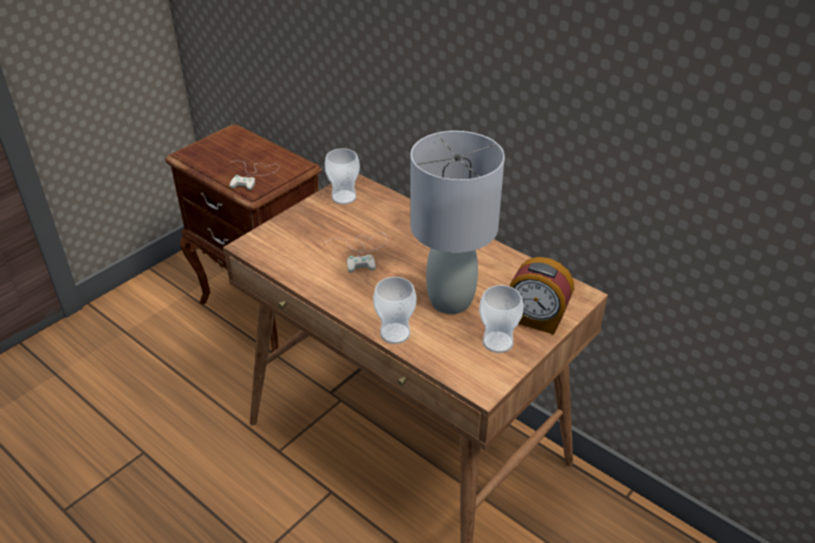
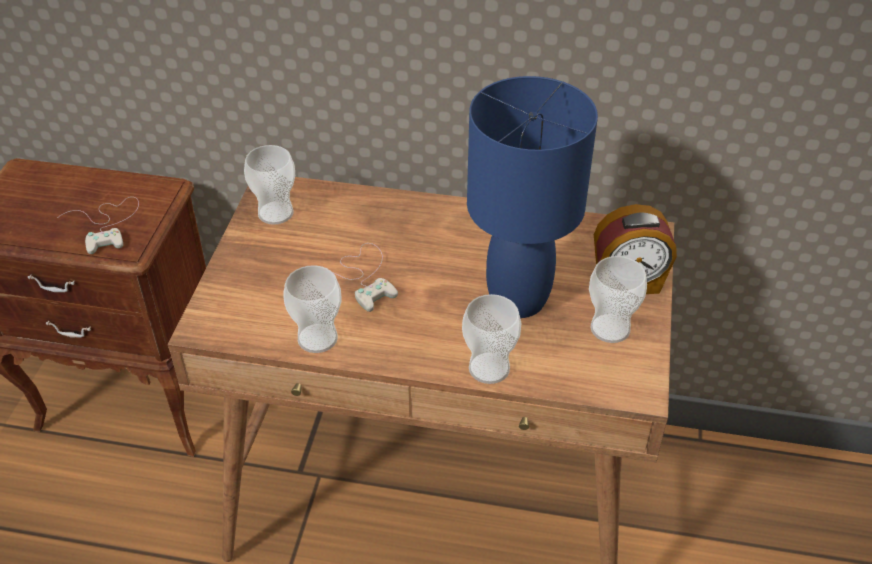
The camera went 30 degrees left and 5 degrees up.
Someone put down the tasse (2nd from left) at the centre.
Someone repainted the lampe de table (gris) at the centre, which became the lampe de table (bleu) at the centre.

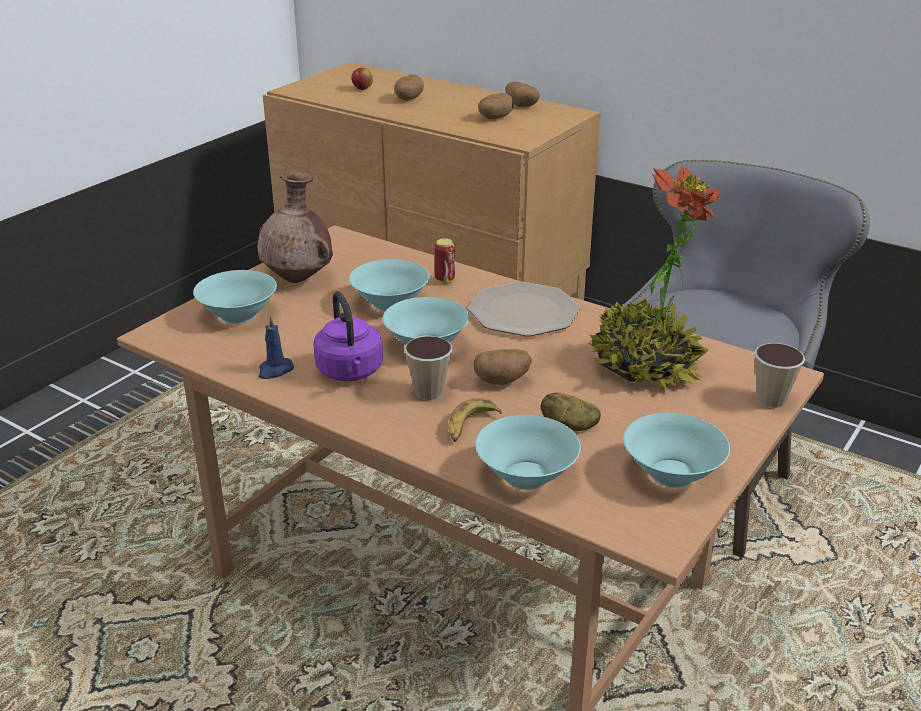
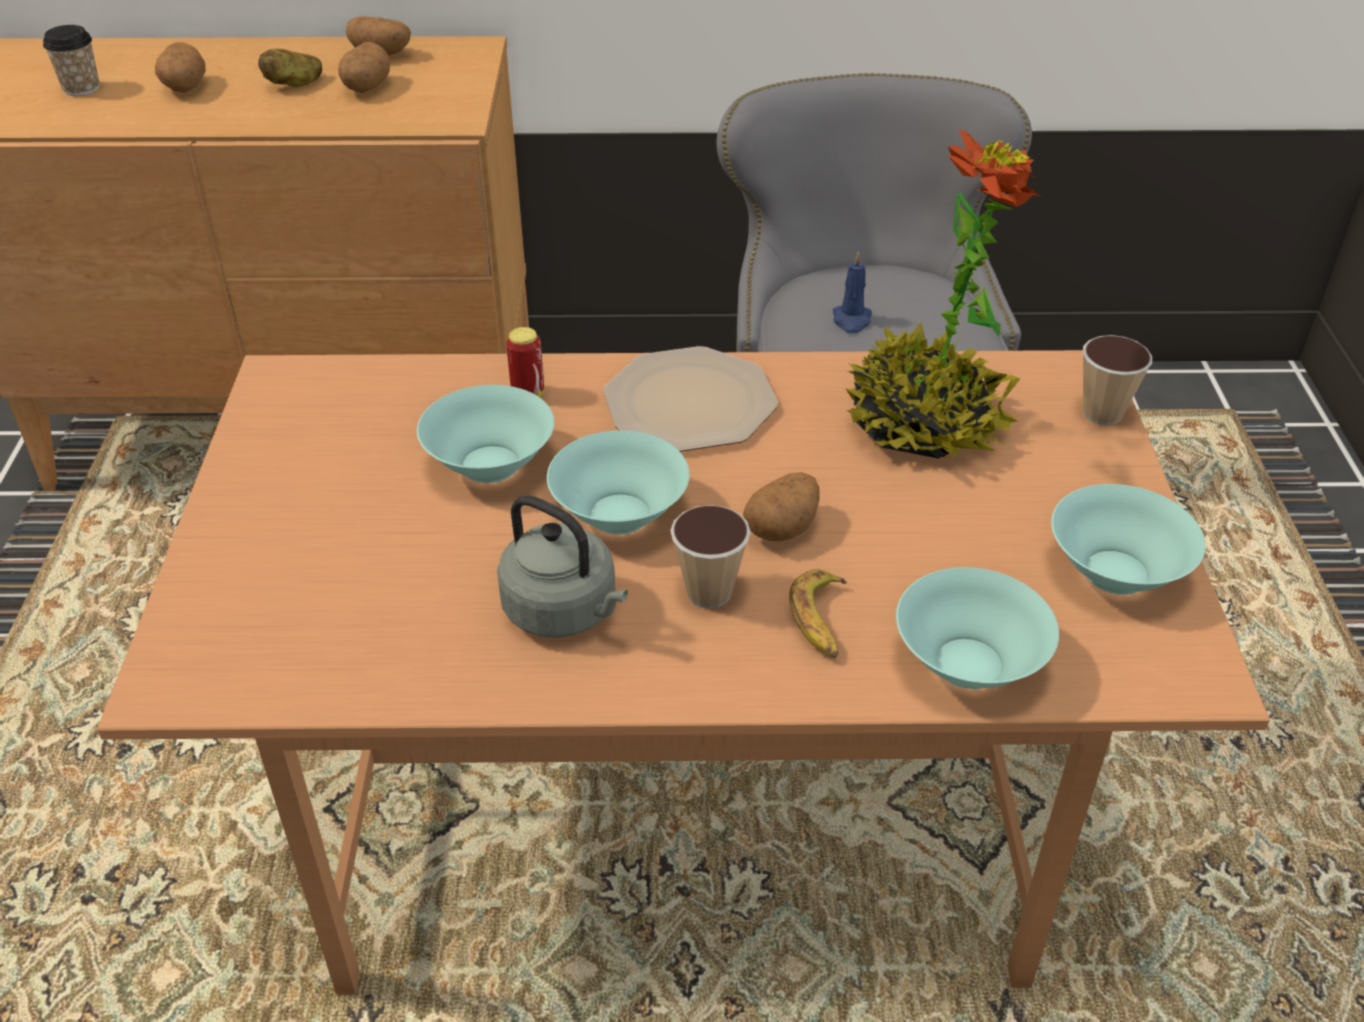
The camera went 35 degrees left and 10 degrees up.
Someone swapped the pomme at the top centre for the tasse (1st from left) at the top left.
Someone carried the pomme de terre (5th from left in the first image) from the centre to the top left.
Someone repainted the bouilloire (violet) at the centre, which became the bouilloire (gris) at the centre.
Someone carried the bougie (bleu) from the middle left to the top centre.
Someone took away the bol (turquoise) (1st from left) at the middle left.
Someone took away the vase (marron) at the top left.

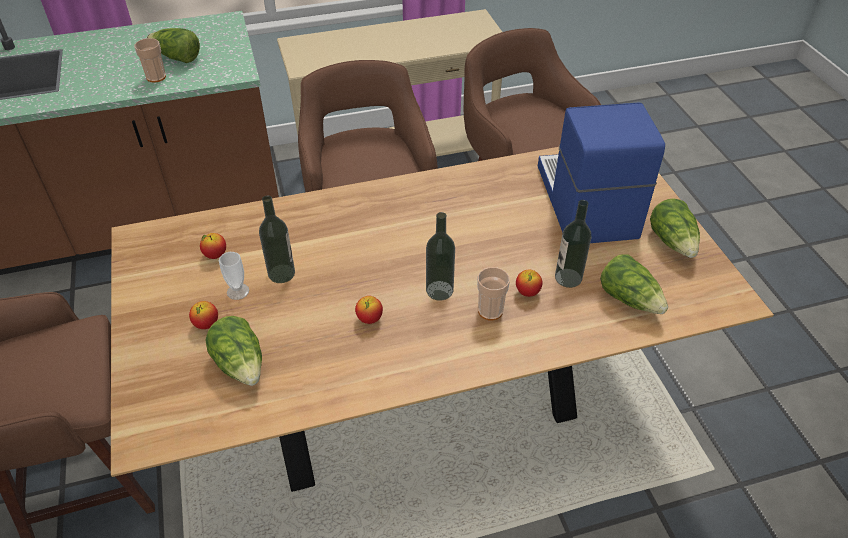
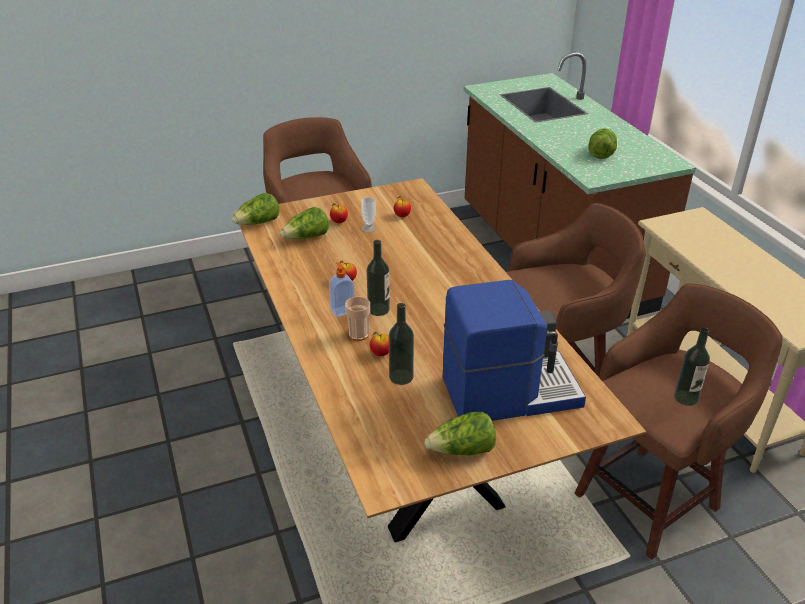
The camera went 85 degrees right and 10 degrees down.
Someone carried the laitue (3rd from left in the first image) from the middle right to the middle left.
Someone put down the distributeur de savon at the centre.
Someone carried the bouteille (1st from left in the first image) from the middle left to the middle right.
Someone took away the tasse (1st from left) at the top left.

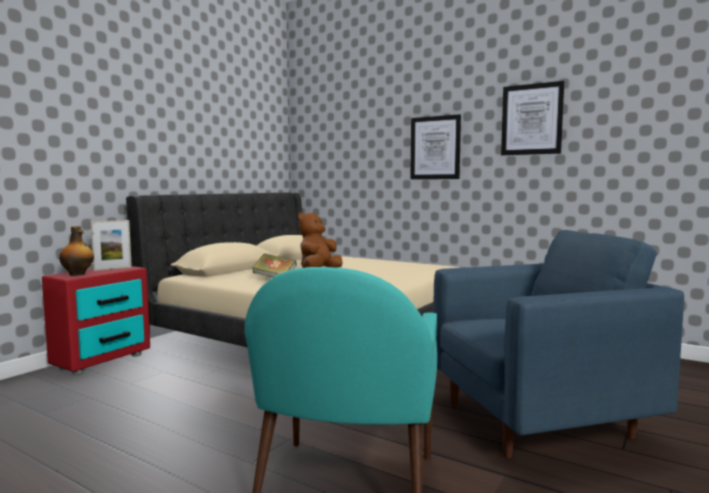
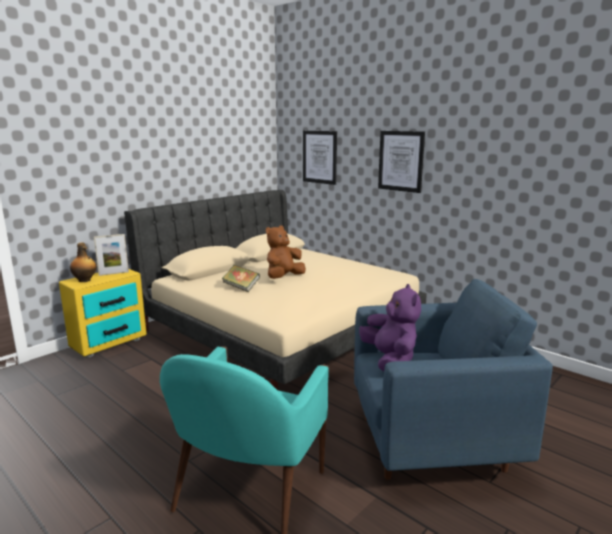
The camera went 10 degrees right and 10 degrees up.
Someone repainted the table de chevet (rouge) at the middle left, which became the table de chevet (jaune) at the middle left.
Someone carried the tableau (2nd from left in the first image) from the top right to the top centre.
Someone put down the peluche (violet) at the centre.

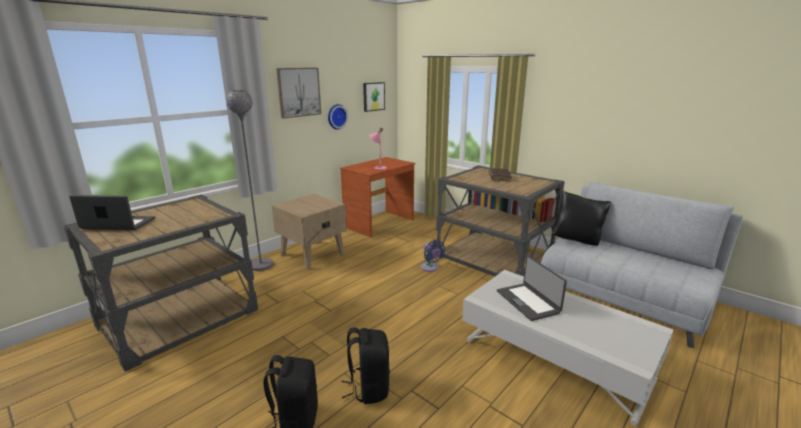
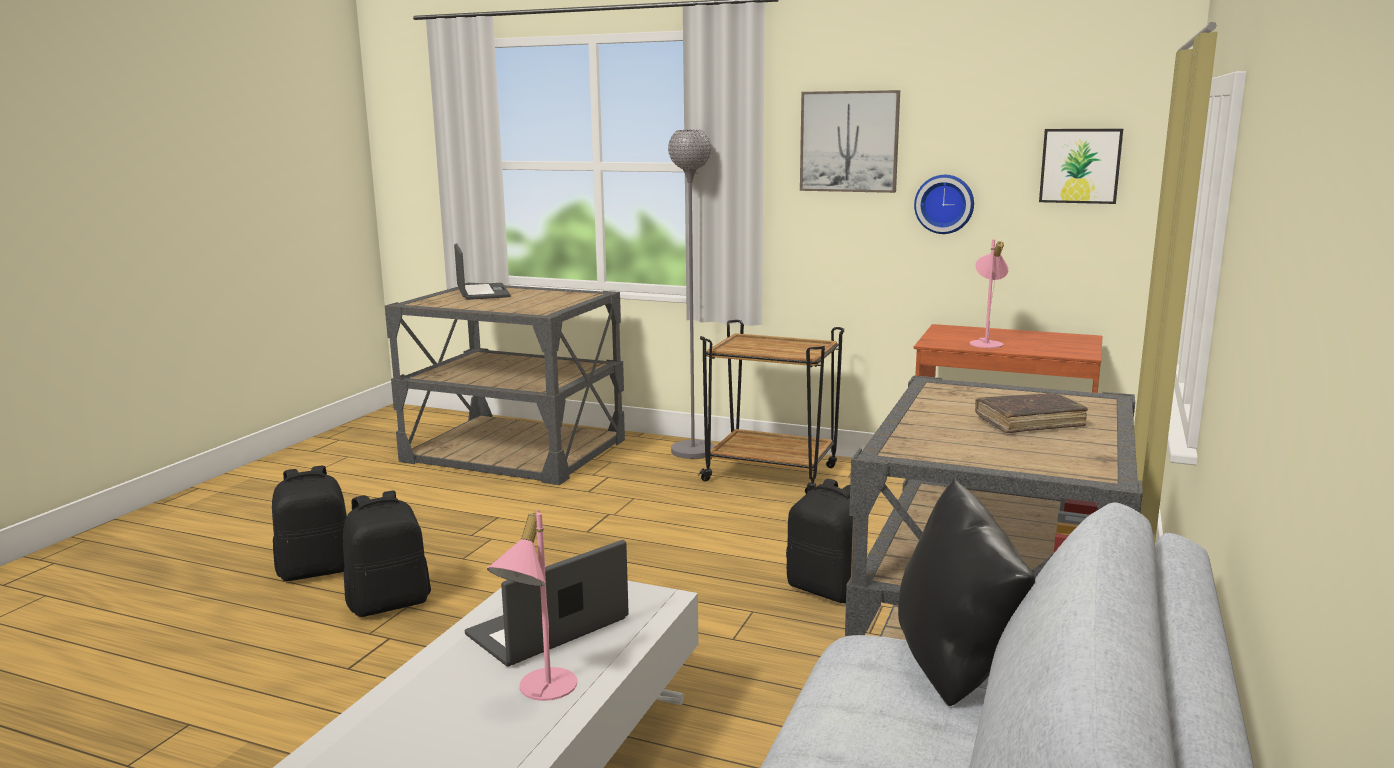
The camera went 70 degrees right and 5 degrees down.
Someone put down the lampe de table (rose) (1st from left) at the bottom centre.
Someone swapped the table de chevet (beige) at the centre for the chariot (marron) at the centre.
Someone swapped the ventilateur (bleu) at the centre for the sac à dos (noir) (3rd from left) at the bottom centre.

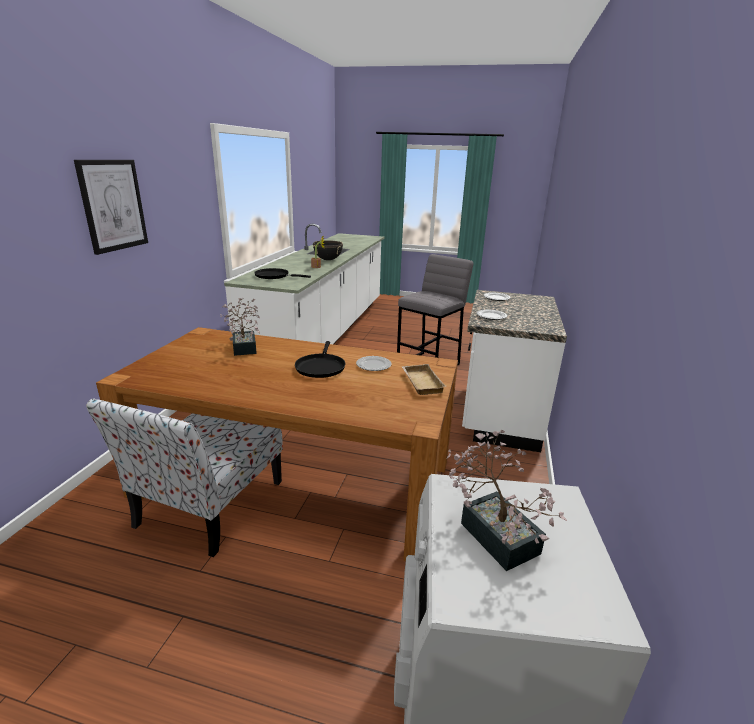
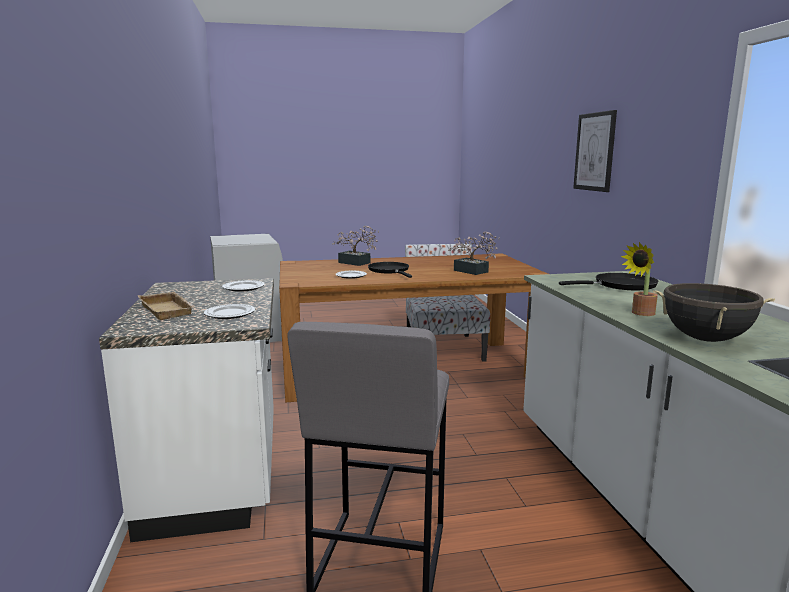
The camera went 155 degrees right and 10 degrees down.
Someone carried the plateau (beige) from the centre to the middle left.
Someone carried the plante en pot (3rd from left in the first image) from the bottom right to the centre.

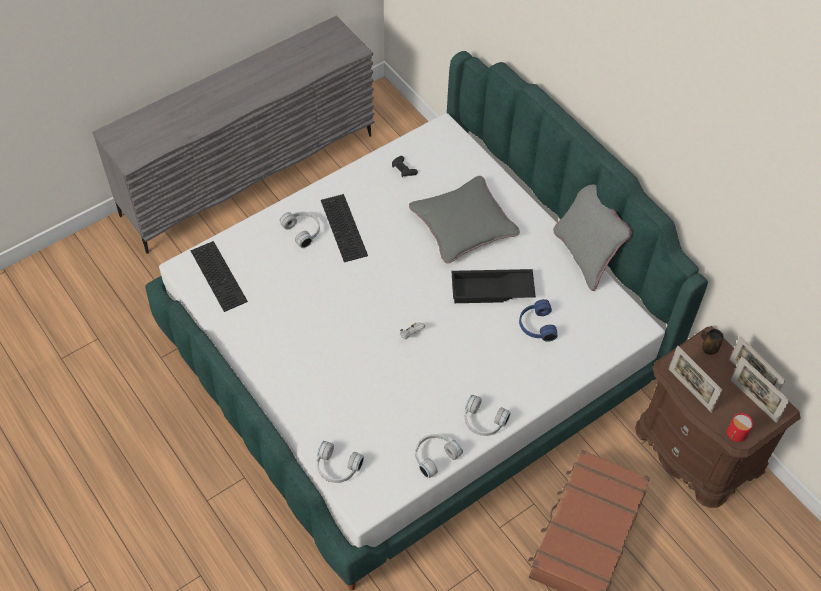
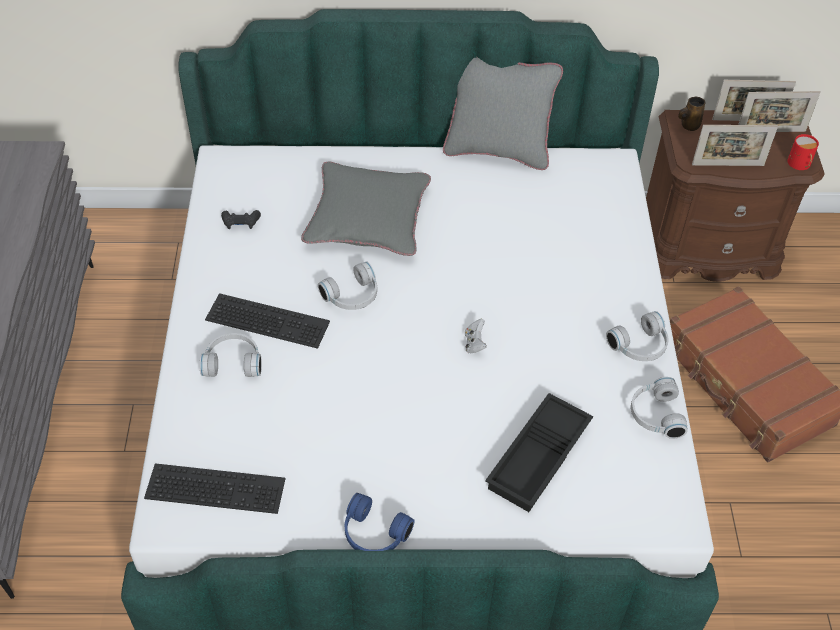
The camera went 55 degrees left and 5 degrees down.
Someone carried the casque audio (blanc) (2nd from left) from the bottom centre to the centre.
Someone carried the casque audio (bleu) from the centre to the bottom centre.
Someone carried the plateau (noir) from the centre to the bottom centre.

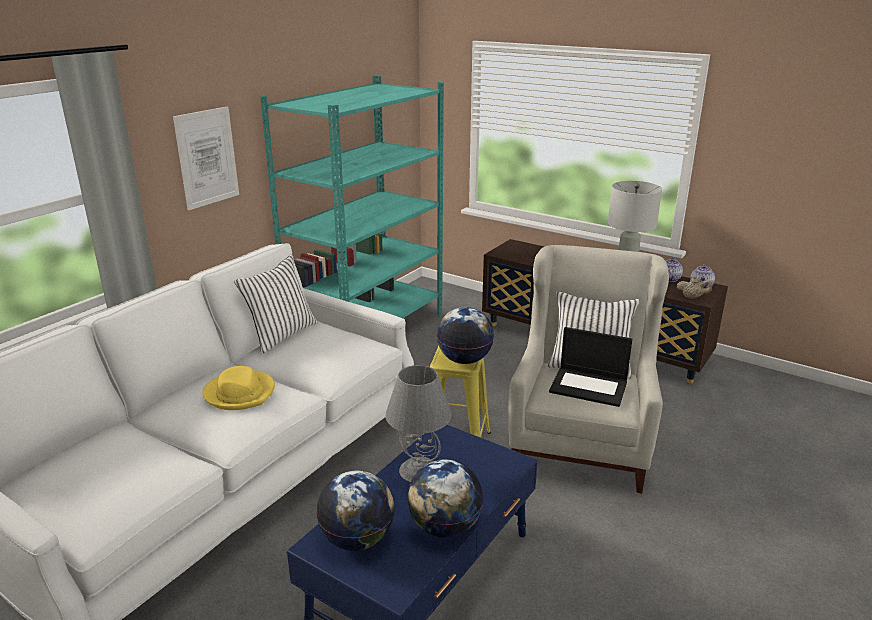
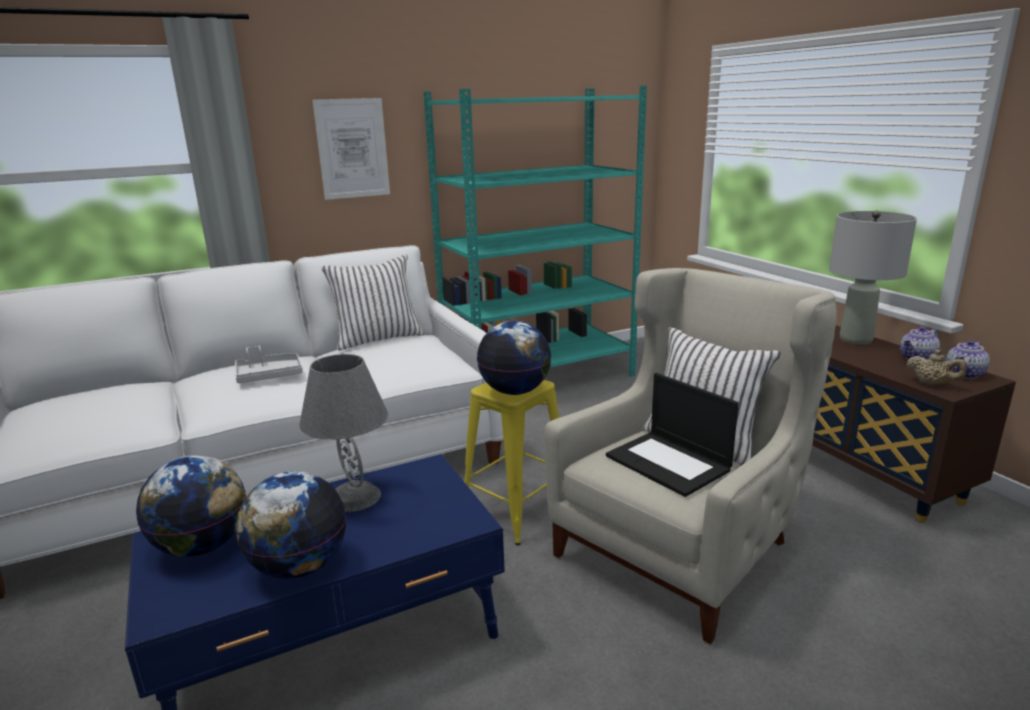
The camera went 30 degrees right and 5 degrees down.
Someone swapped the chapeau (jaune) at the middle left for the plateau (gris) at the middle left.

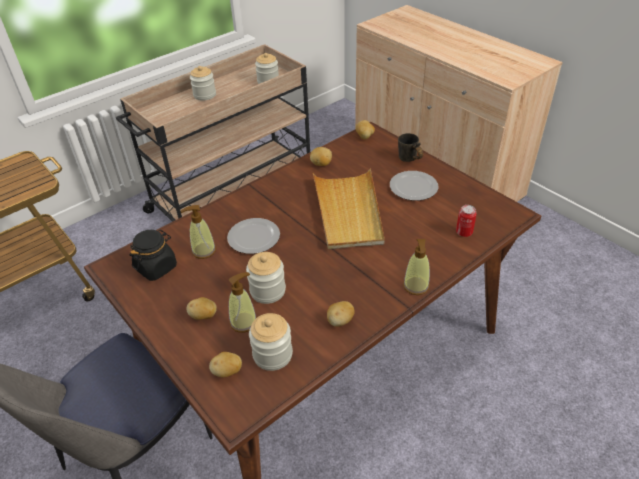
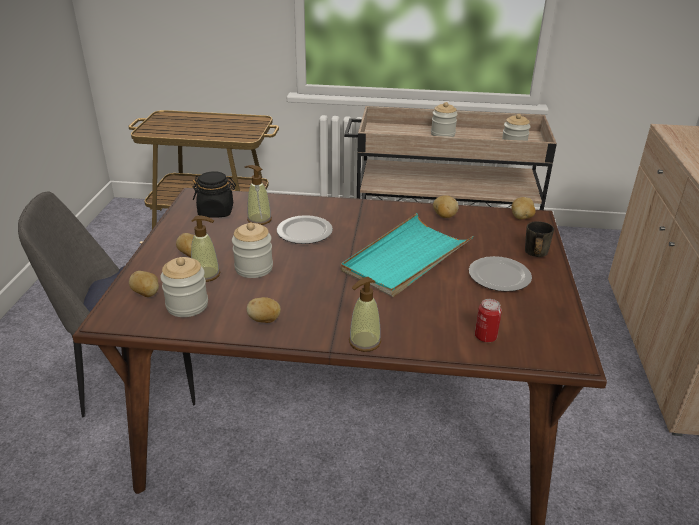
The camera went 45 degrees right and 10 degrees down.
Someone repainted the plateau (beige) at the centre, which became the plateau (turquoise) at the centre.

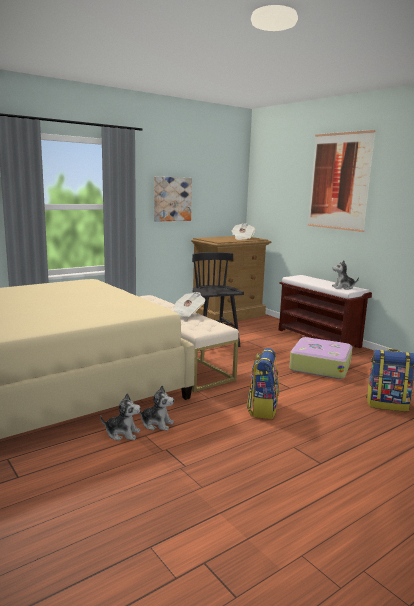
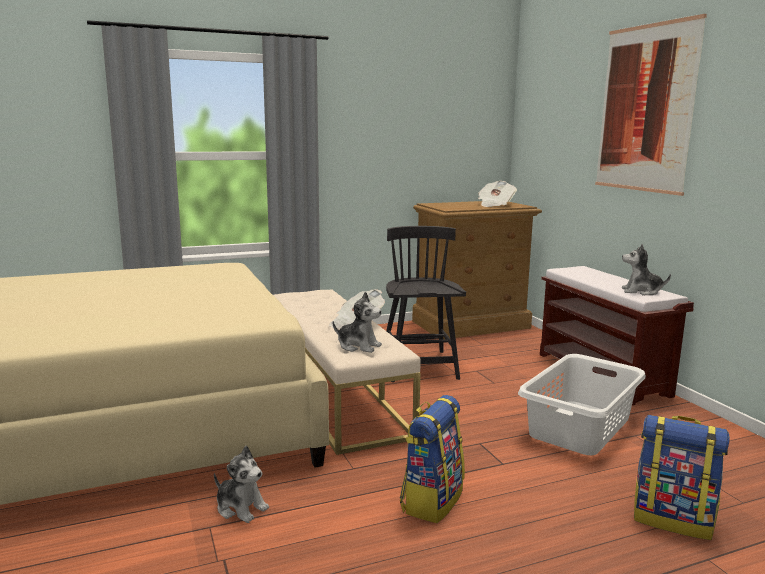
The camera went 15 degrees right and 0 degrees up.
Someone carried the peluche (1st from left in the first image) from the bottom left to the centre.
Someone swapped the valise at the middle right for the panier à linge (blanc) at the bottom right.
Someone took away the tableau (1st from left) at the top centre.

